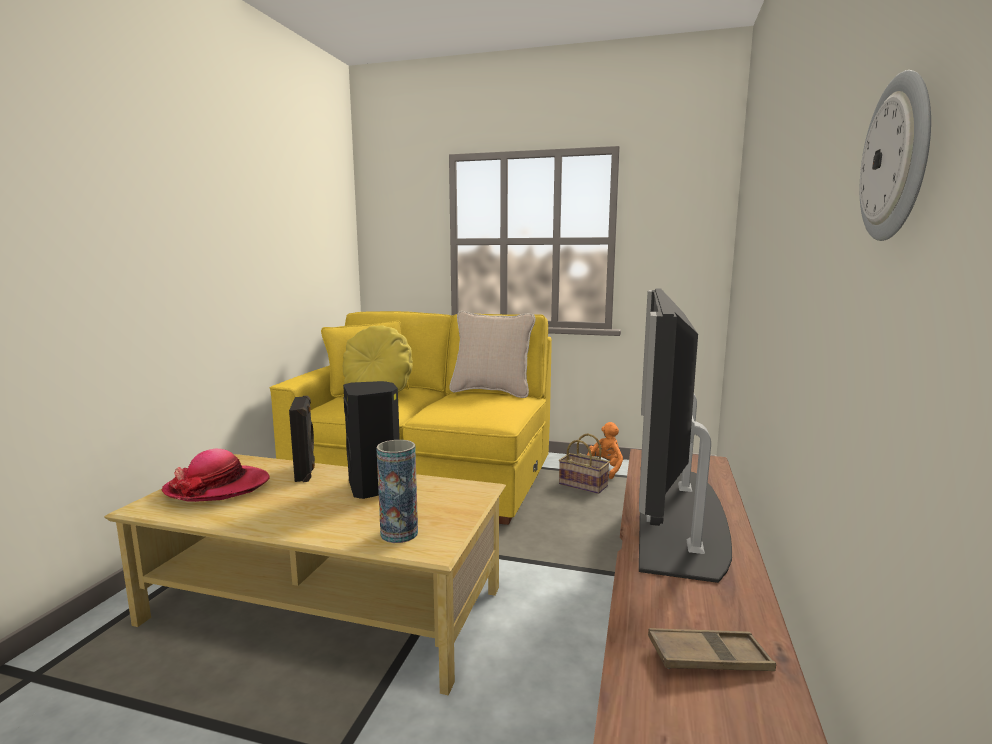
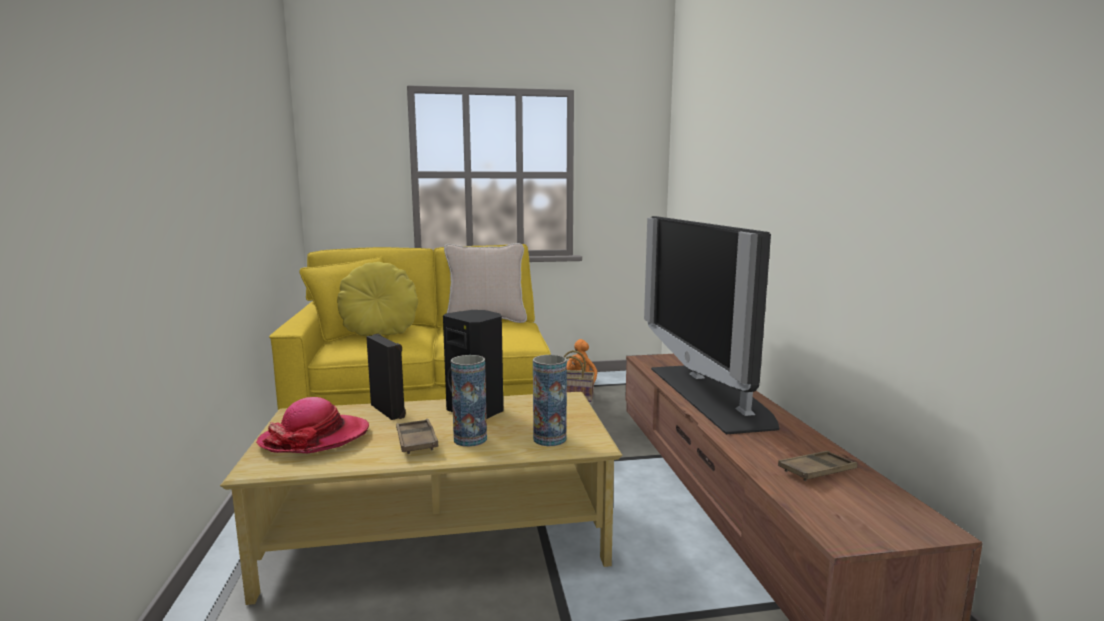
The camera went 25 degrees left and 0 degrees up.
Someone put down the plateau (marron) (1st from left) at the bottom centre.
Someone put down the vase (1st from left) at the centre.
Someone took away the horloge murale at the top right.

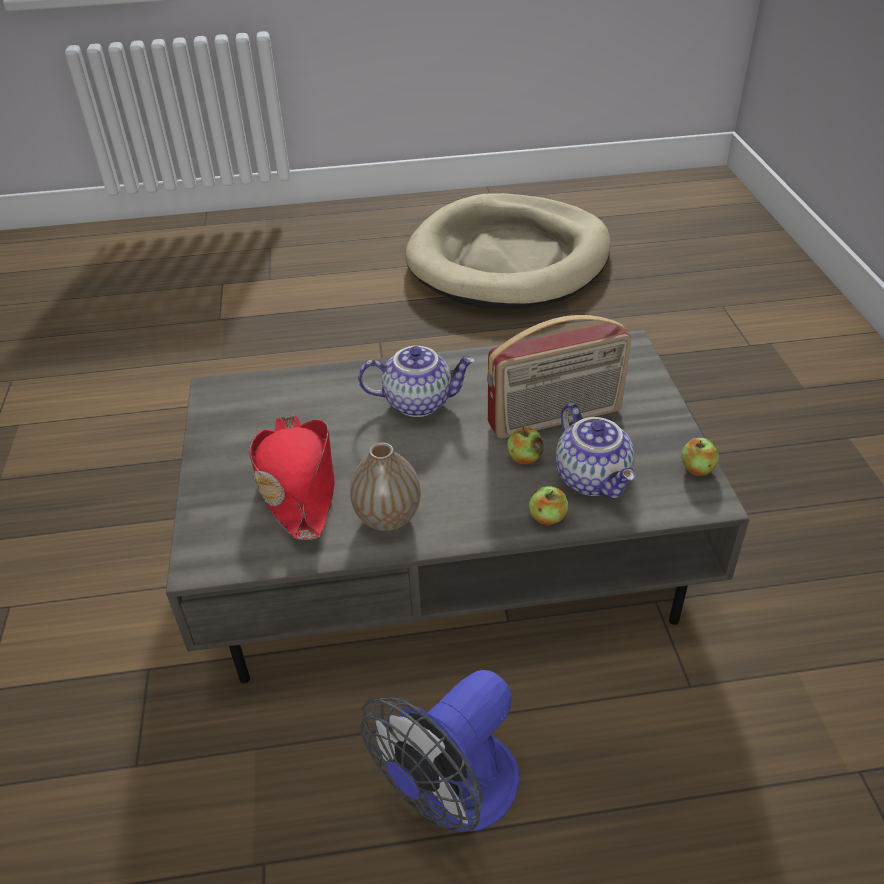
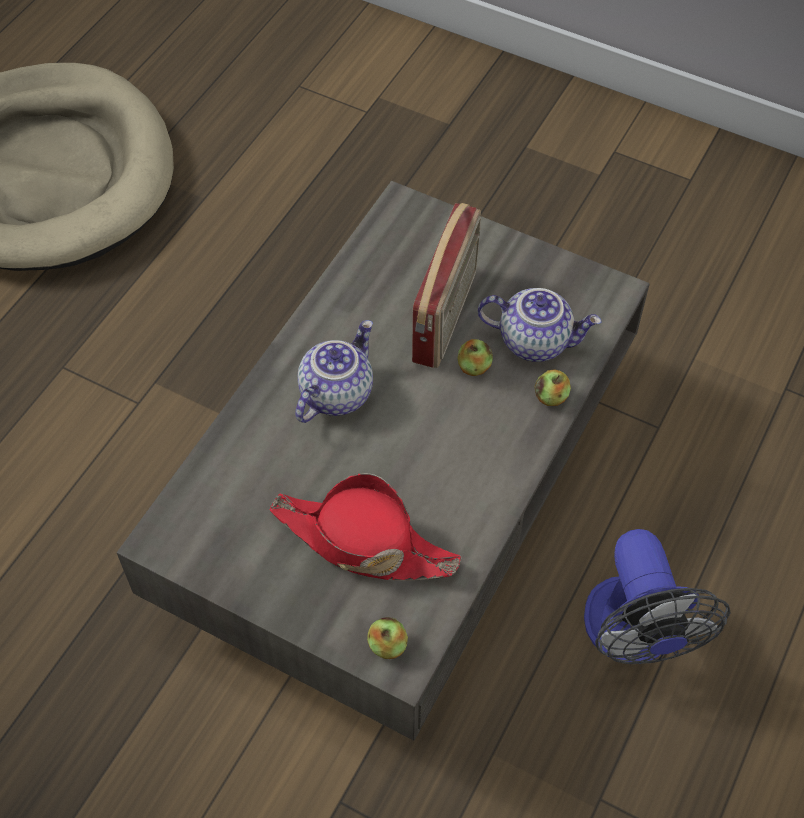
The camera went 55 degrees left and 15 degrees up.
Someone carried the pomme (3rd from left in the first image) from the middle right to the bottom centre.
Someone took away the vase at the centre.

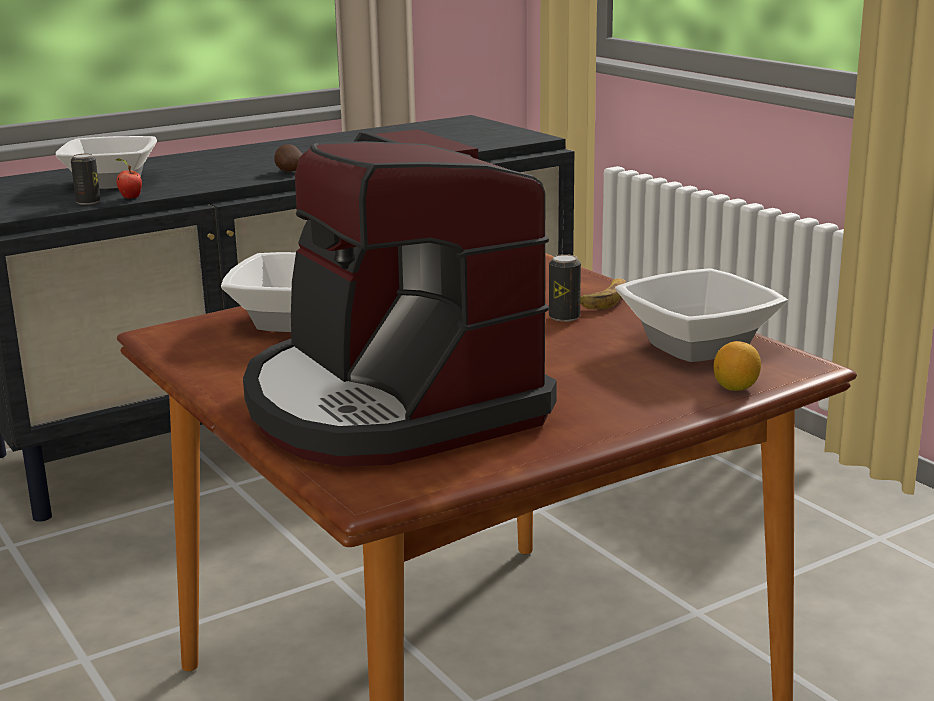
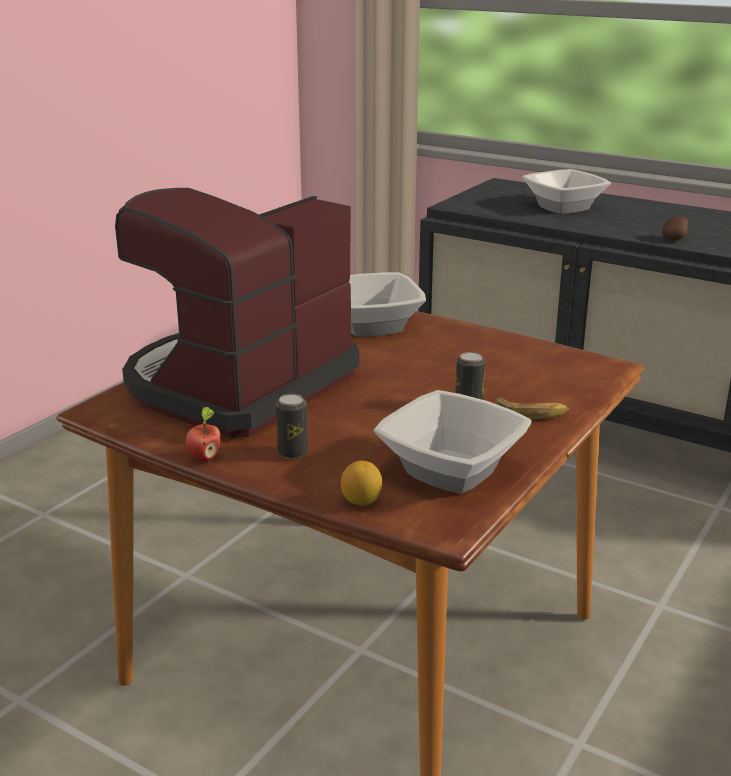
The camera went 65 degrees right and 5 degrees up.
Someone carried the pomme from the top left to the middle left.
Someone carried the boîte métallique (1st from left) from the top left to the centre.

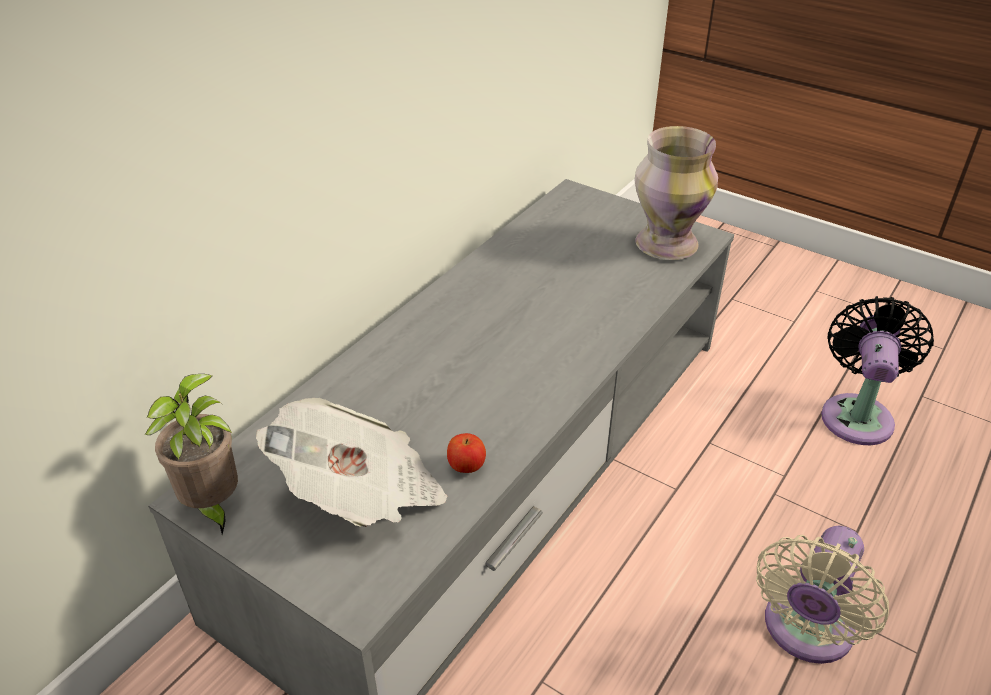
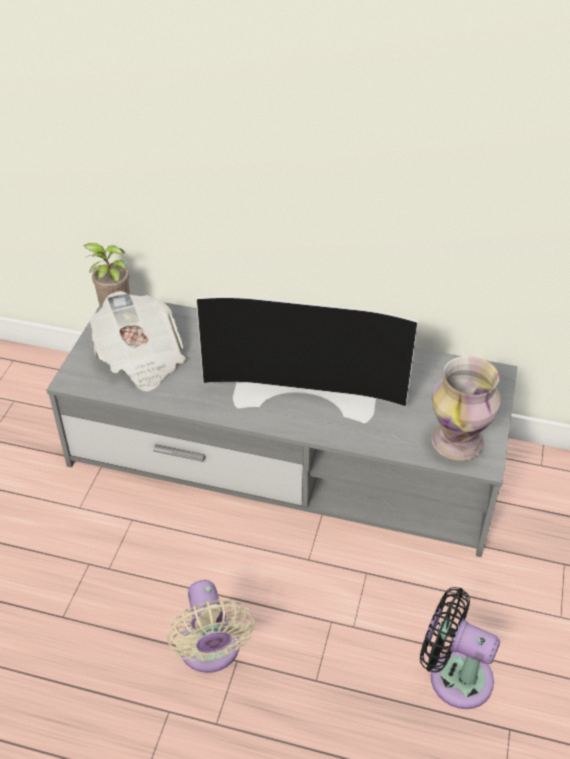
The camera went 70 degrees right and 5 degrees up.
Someone rotated the ventilateur (beige) at the bottom right by 120 degrees counterclockwise.
Someone put down the téléviseur at the centre.
Someone rotated the ventilateur (noir) at the middle right by 150 degrees counterclockwise.
Someone took away the pomme at the centre.

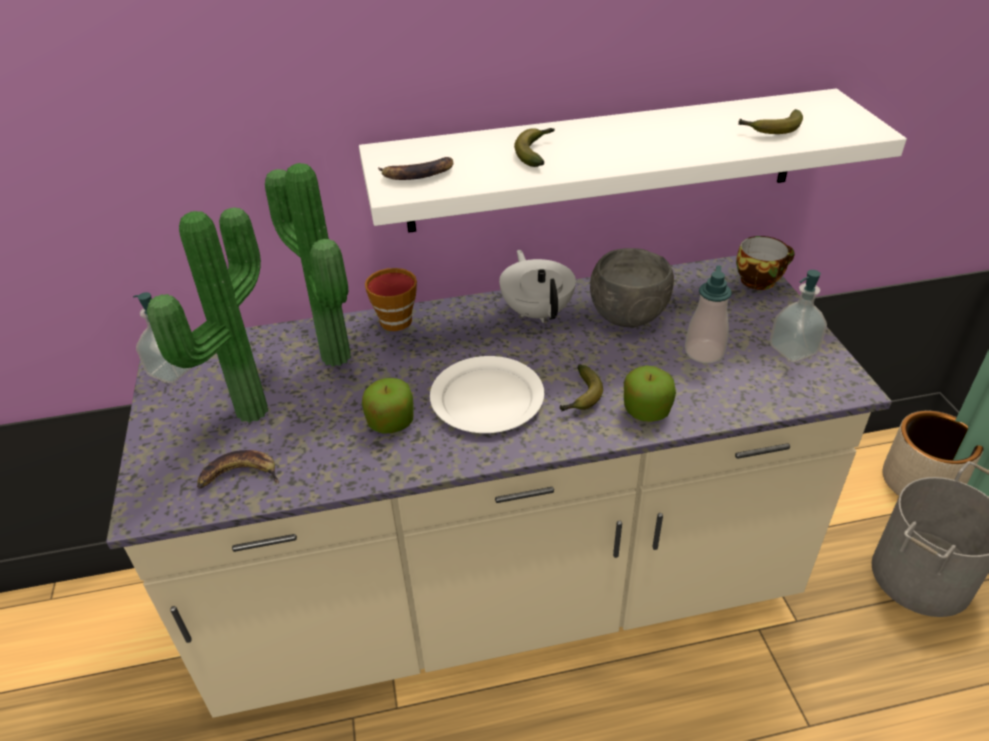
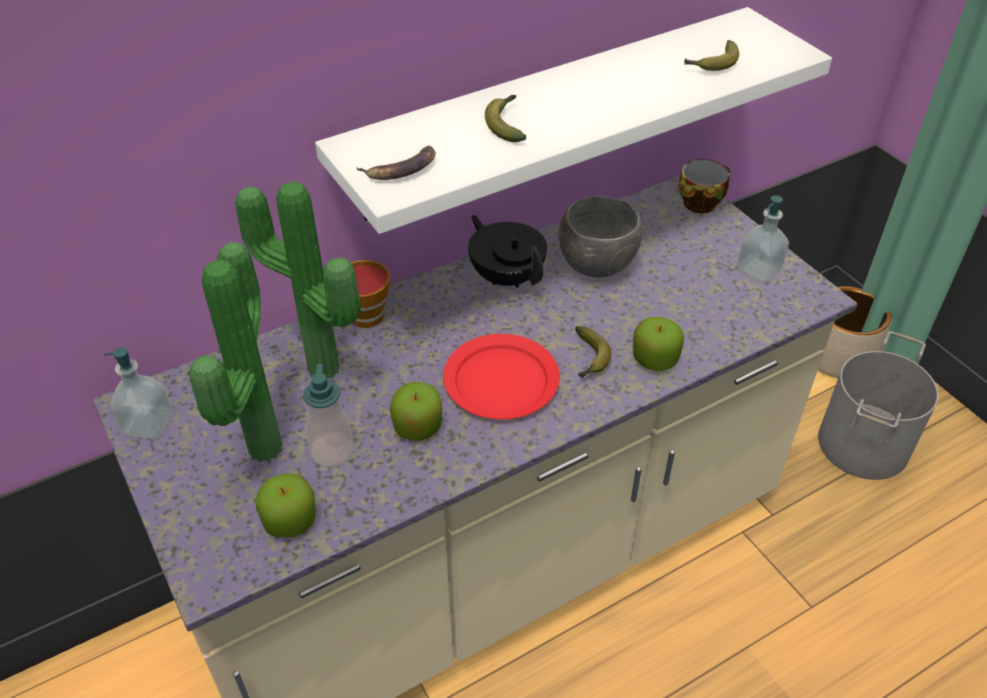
The camera went 20 degrees left and 5 degrees up.
Someone swapped the banane (1st from left) at the middle left for the pomme (1st from left) at the bottom left.
Someone carried the distributeur de savon (2nd from left) from the middle right to the centre.
Someone repainted the assiette (blanc) at the centre, which became the assiette (rouge) at the centre.
Someone repainted the théière (blanc) at the centre, which became the théière (noir) at the centre.

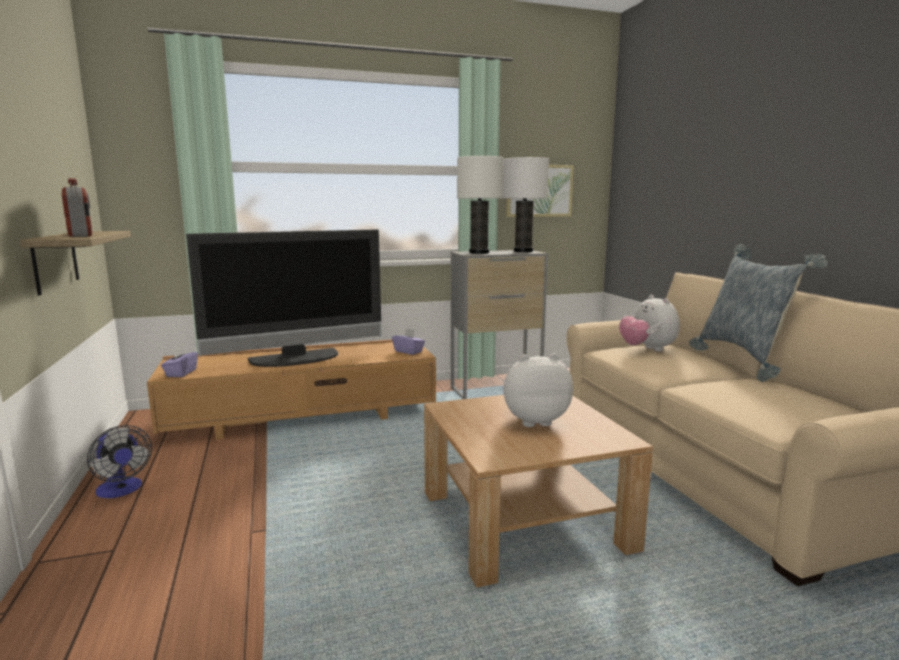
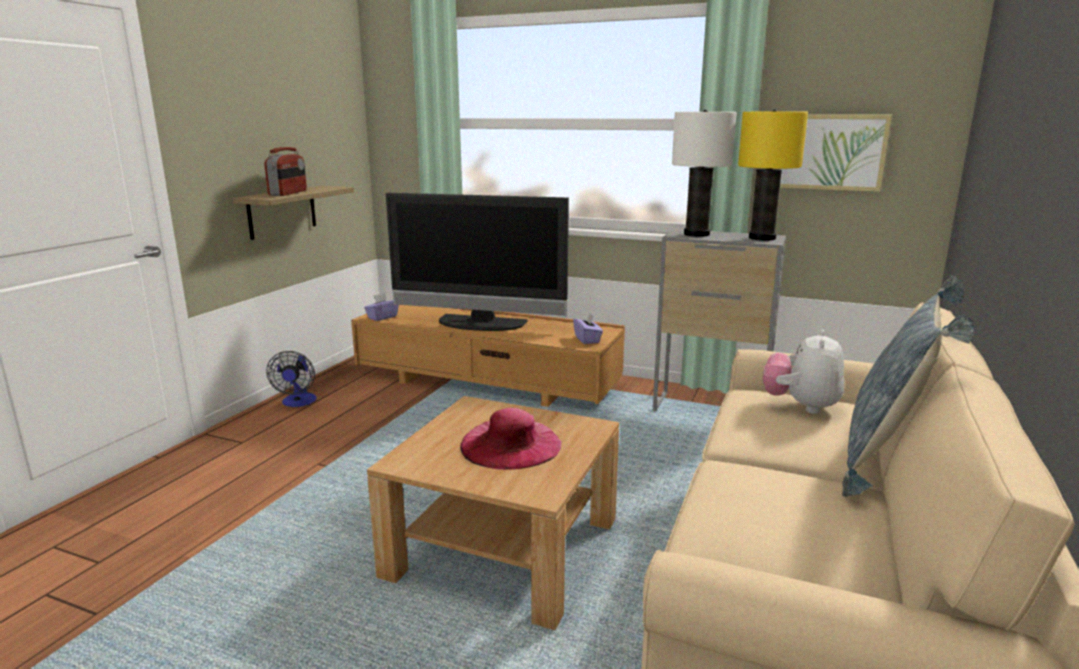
The camera went 40 degrees right and 5 degrees up.
Someone swapped the peluche (1st from left) at the centre for the chapeau (rose) at the centre.
Someone repainted the lampe de table (blanc) (2nd from left) at the top centre, which became the lampe de table (jaune) at the top right.

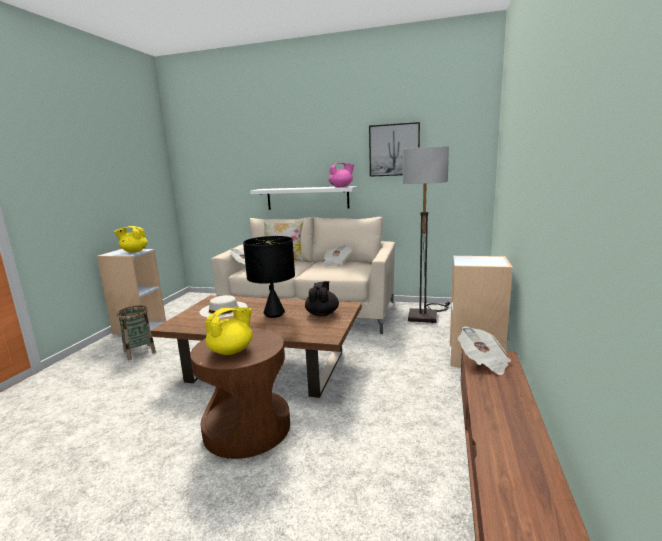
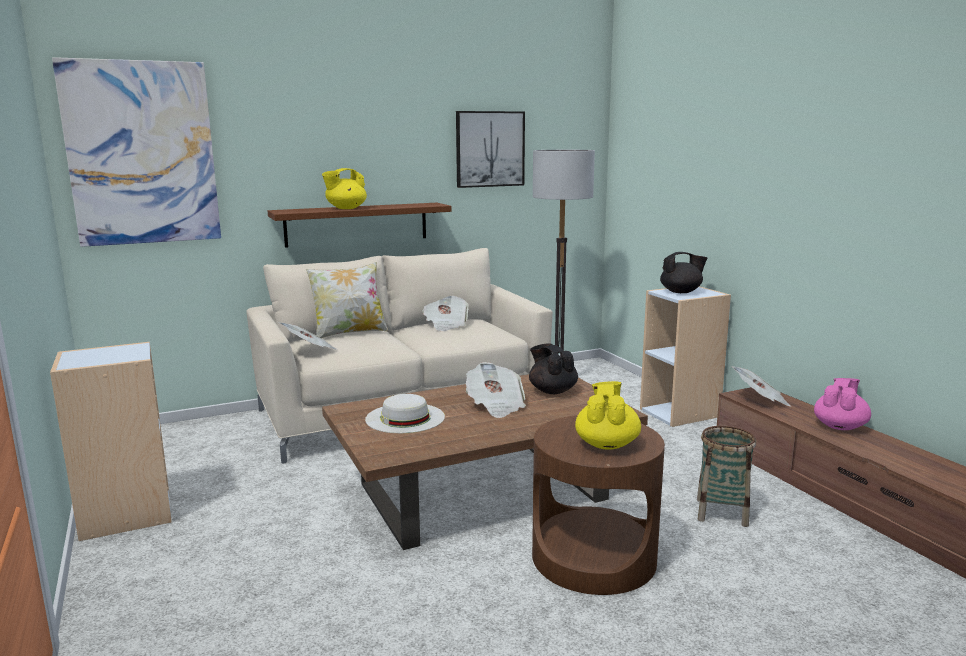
The camera went 40 degrees left and 0 degrees up.
Someone put up the tableau (1st from left) at the top left.
Someone repainted the étagère (blanc) at the centre, which became the étagère (marron) at the centre.
Someone carried the théière (jaune) (1st from left) from the middle left to the top centre.
Someone swapped the lampe de table (noir) at the centre for the journal (3rd from left) at the centre.
Someone put down the théière (noir) (2nd from left) at the middle right.
Someone carried the panier from the middle left to the bottom right.
Someone carried the théière (rose) from the top centre to the middle right.

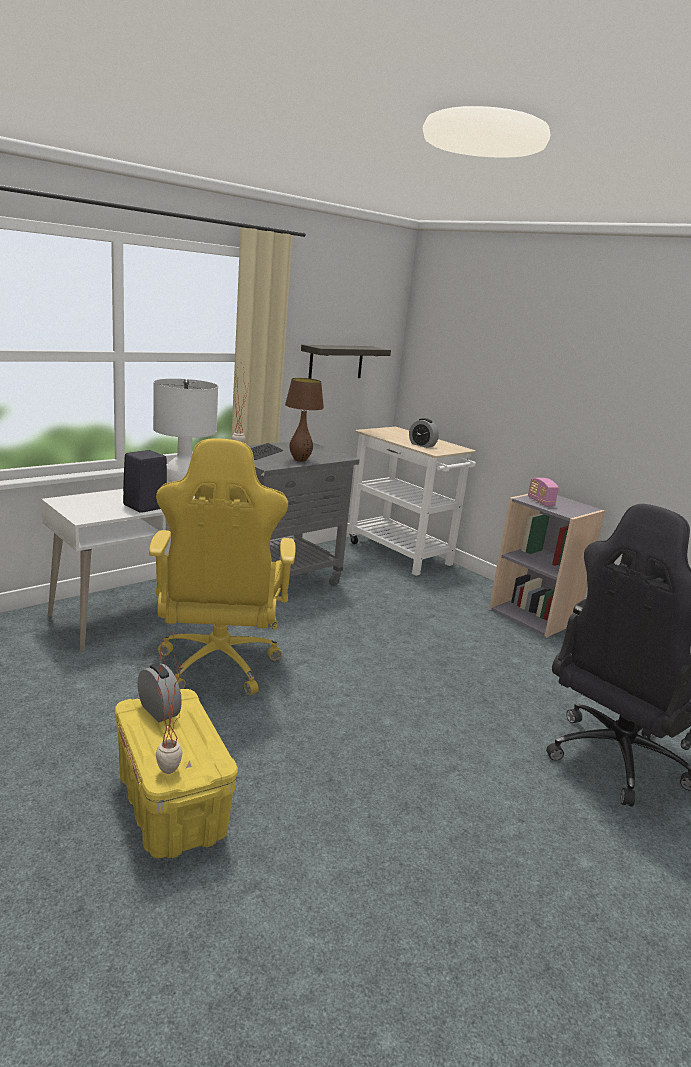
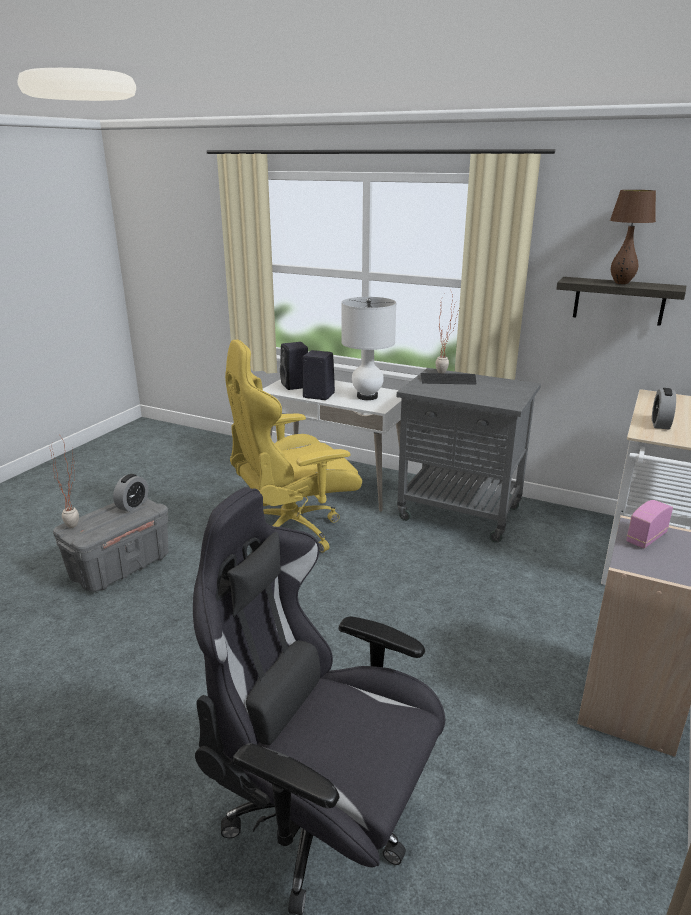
The camera went 70 degrees right and 5 degrees up.
Someone repainted the boîte de rangement (jaune) at the bottom left, which became the boîte de rangement (gris) at the middle left.
Someone put down the enceinte (noir) (1st from left) at the centre.
Someone carried the lampe de table (marron) from the centre to the top right.

